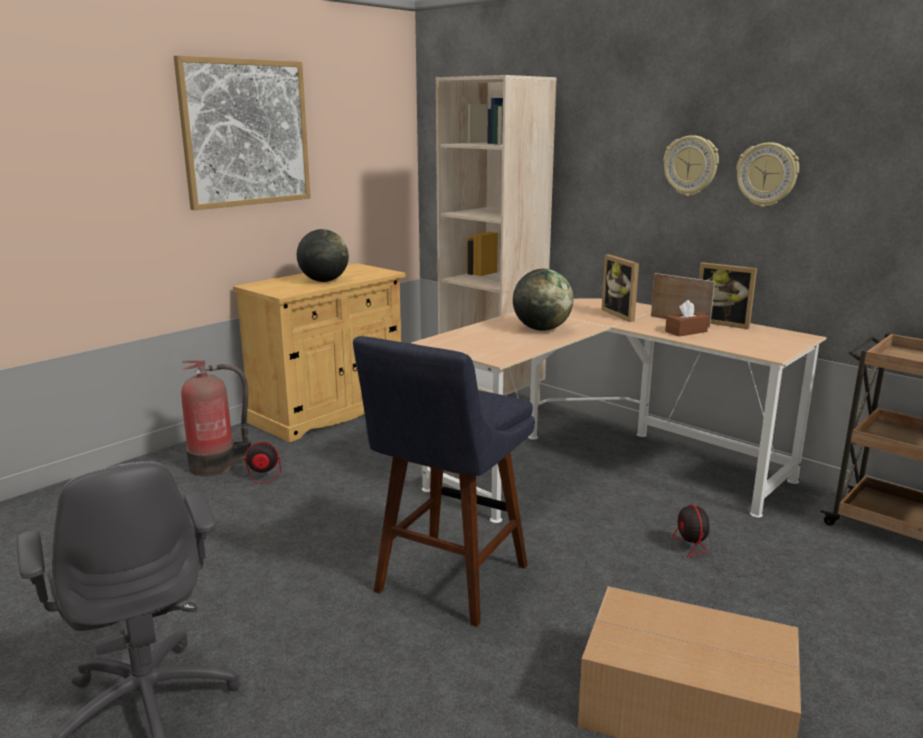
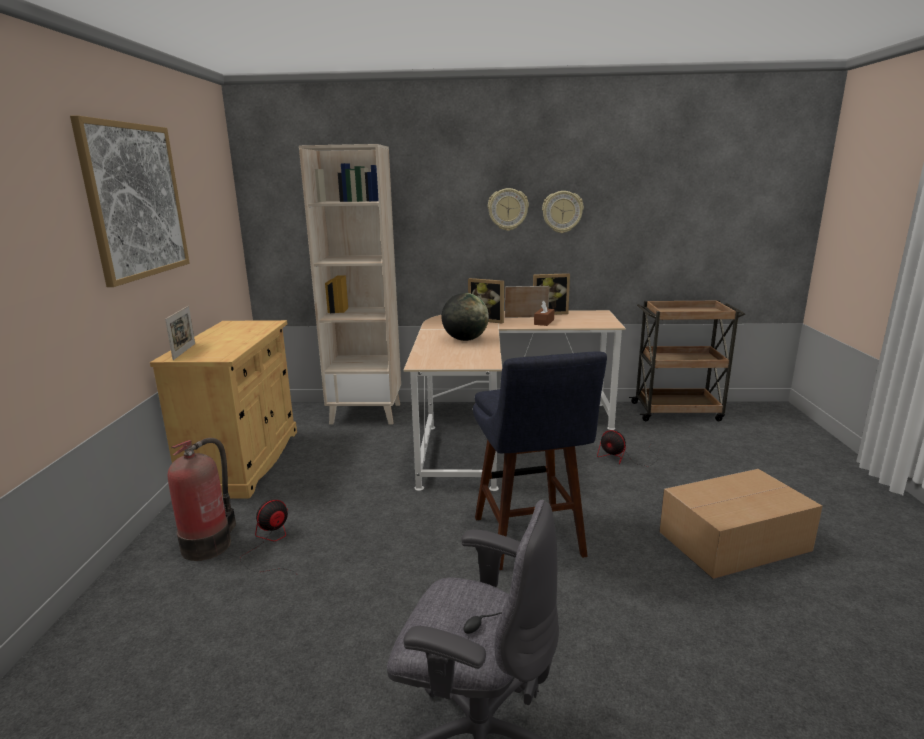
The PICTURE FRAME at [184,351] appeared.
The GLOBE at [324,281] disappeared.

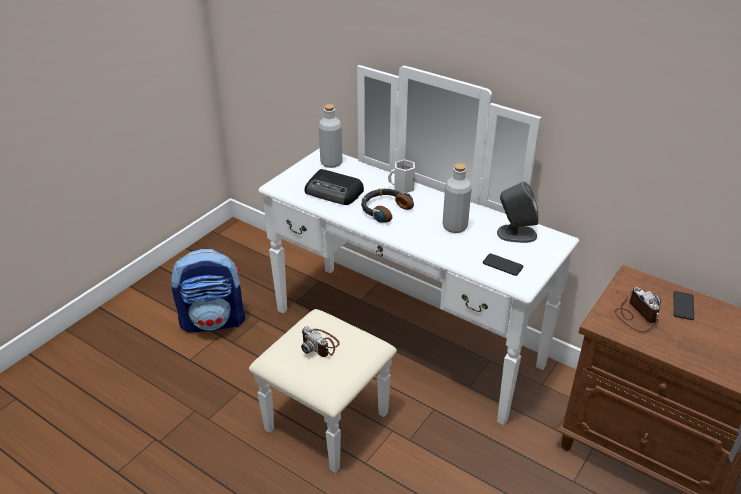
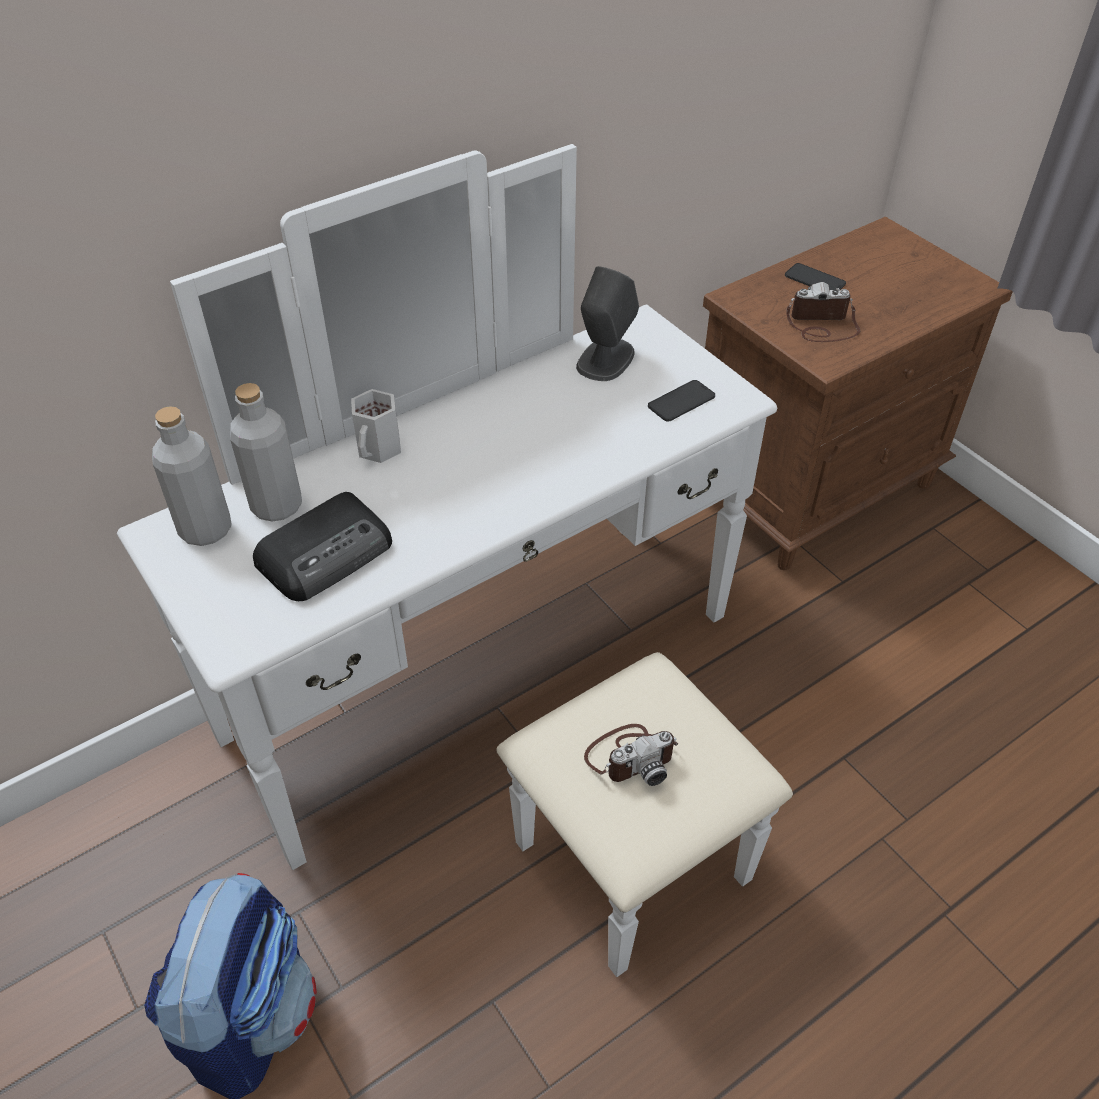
The GREY BOTTLE moved from [454,227] to [276,505].
The HEADPHONES at [385,209] disappeared.

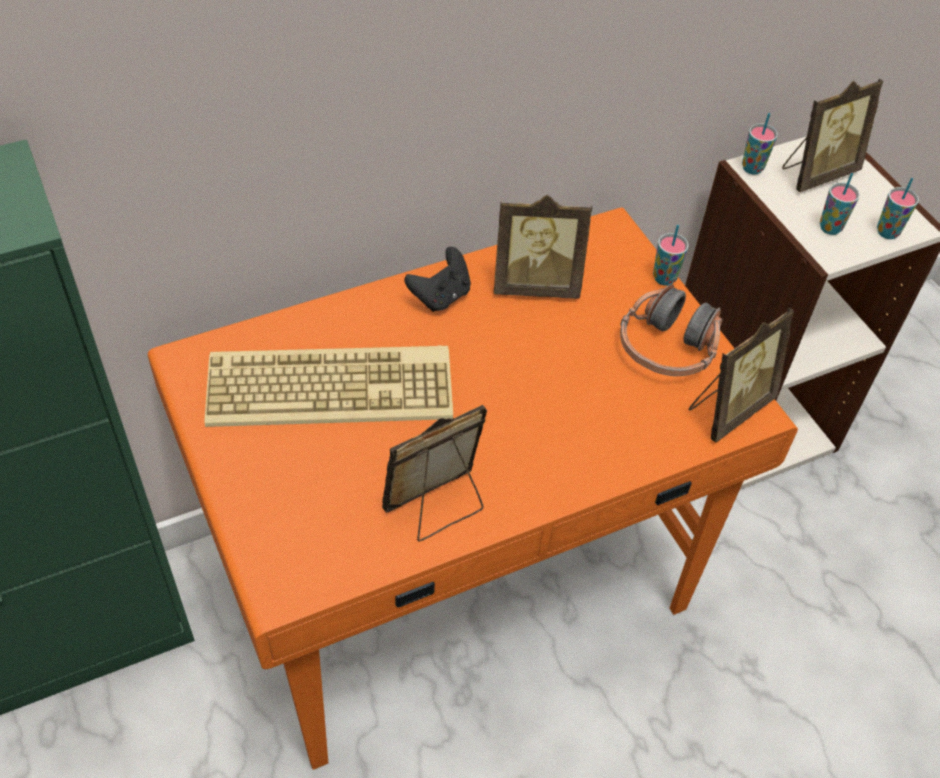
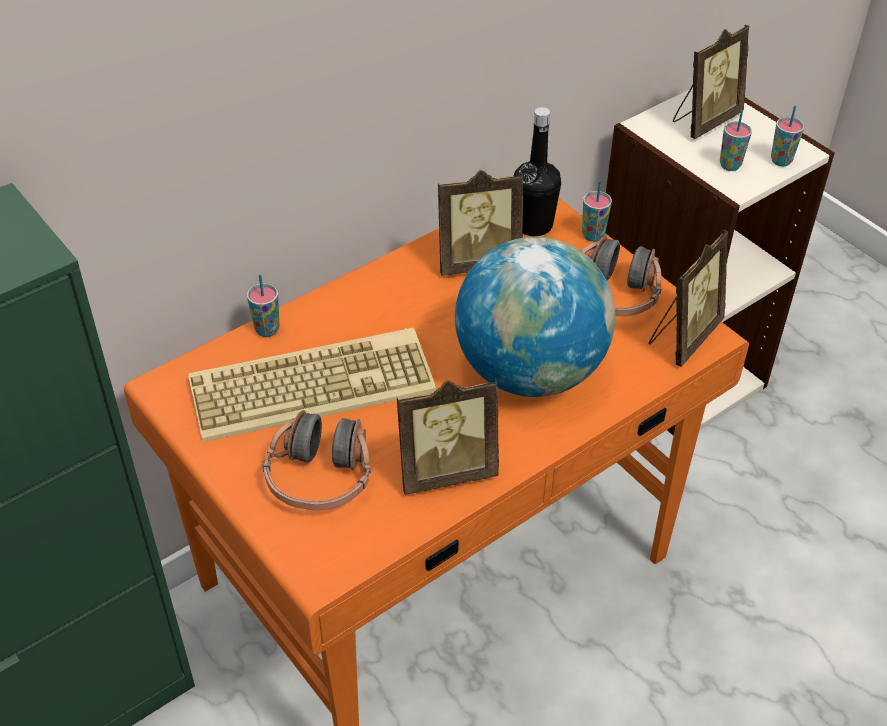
The CUP moved from [752,168] to [267,330].
The HEADPHONES at [320,477] appeared.
The PICTURE FRAME at [437,508] turned 150 degrees counterclockwise.
The GLOBE at [530,371] appeared.
The BLACK BOTTLE at [533,225] appeared.
The BLACK GAME CONTROLLER at [441,296] disappeared.

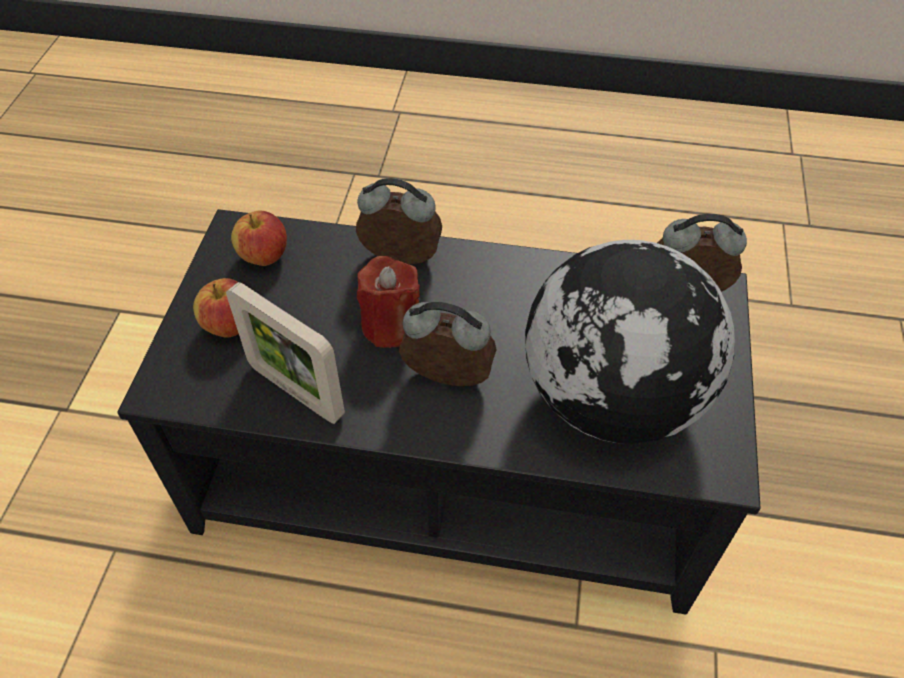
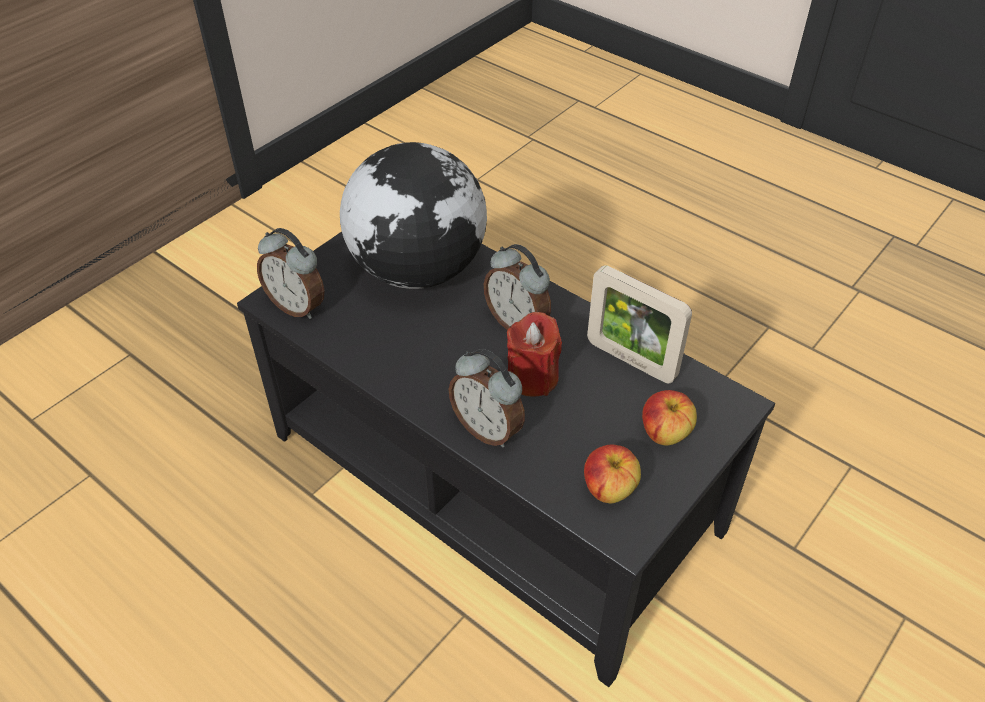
The PICTURE FRAME at [296,391] turned 150 degrees clockwise.

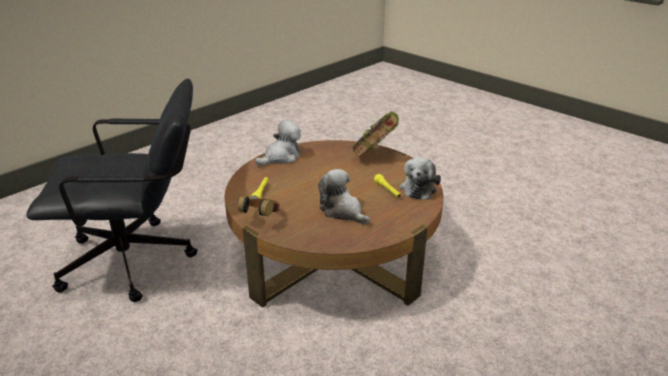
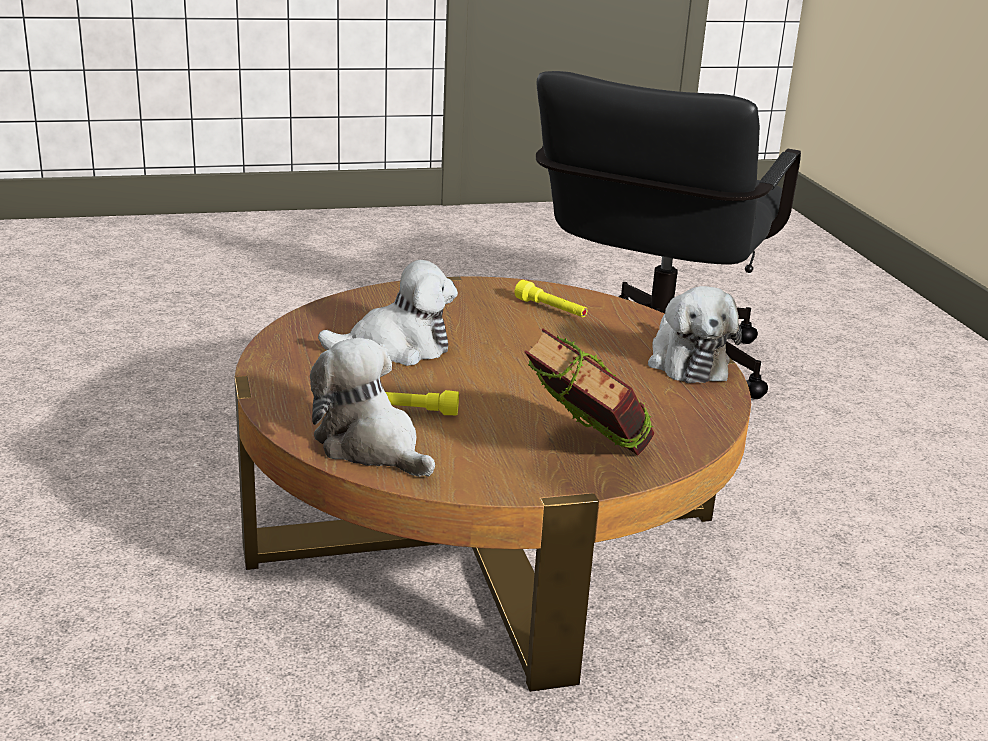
The HEADPHONES at [261,218] disappeared.

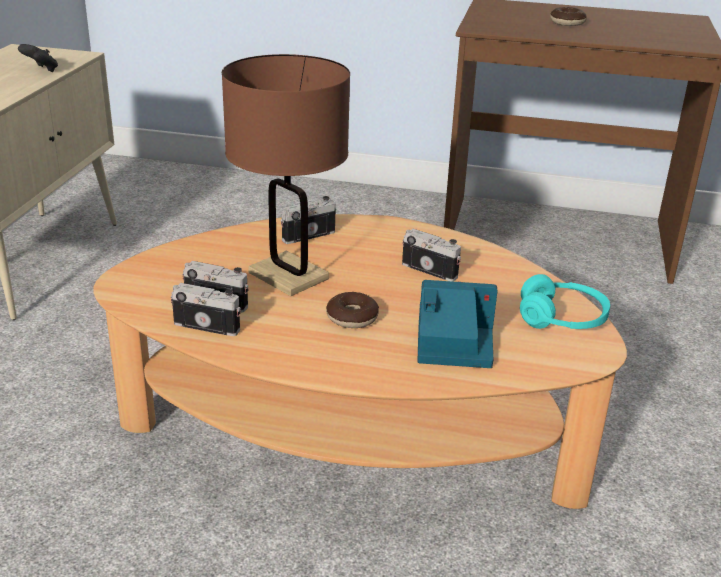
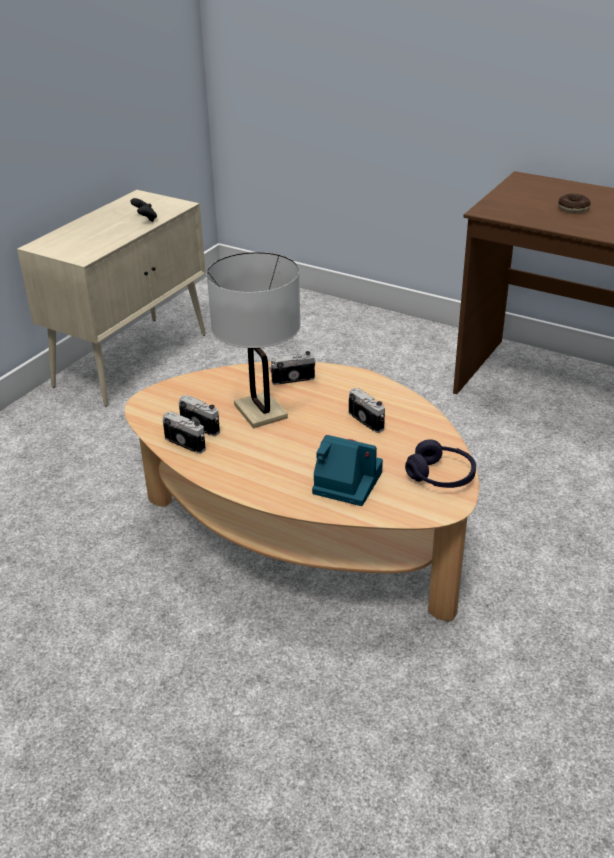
The BROWN TABLE LAMP at [288,276] became the WHITE TABLE LAMP at [260,411].
The TURQUOISE HEADPHONES at [562,319] became the PURPLE HEADPHONES at [441,476].
The DONUT at [352,318] disappeared.

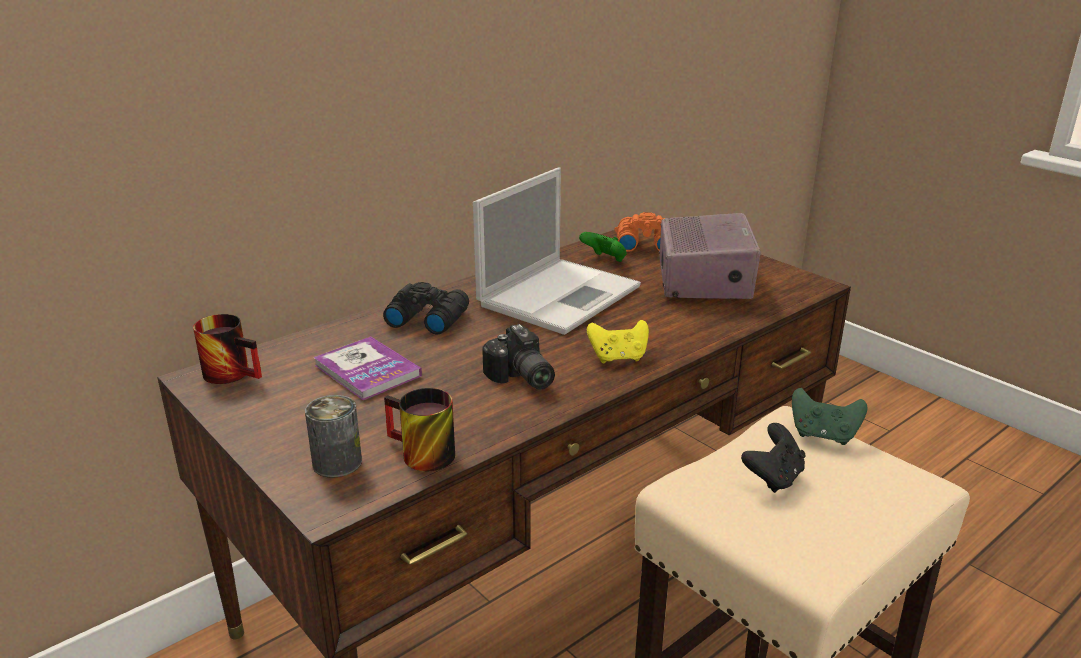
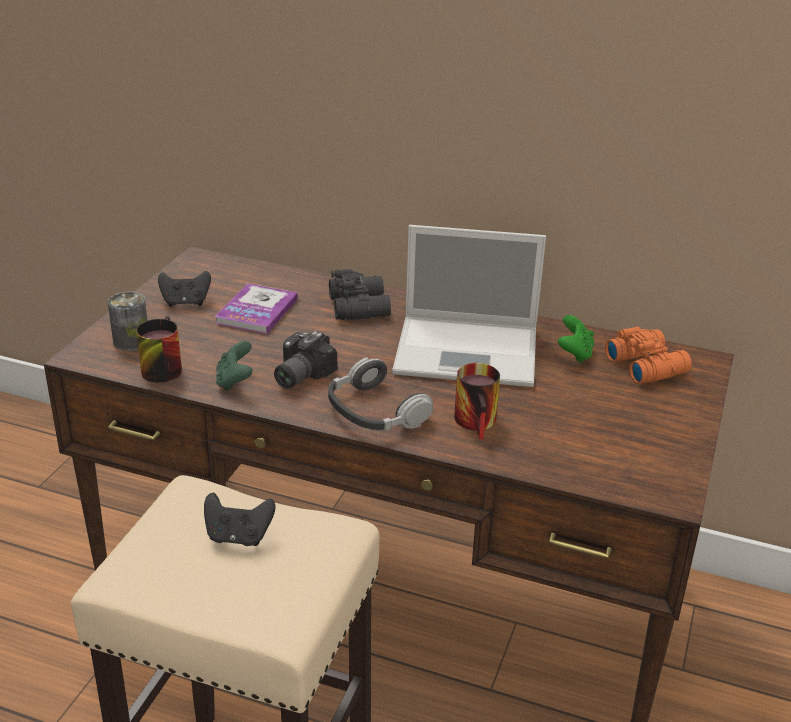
The BLACK GAME CONTROLLER at [185,302] appeared.
The GREEN GAME CONTROLLER moved from [823,435] to [234,381].
The YELLOW GAME CONTROLLER at [618,358] was replaced by the HEADPHONES at [375,411].
The MUG moved from [235,372] to [480,422].
The RADIO at [704,280] disappeared.

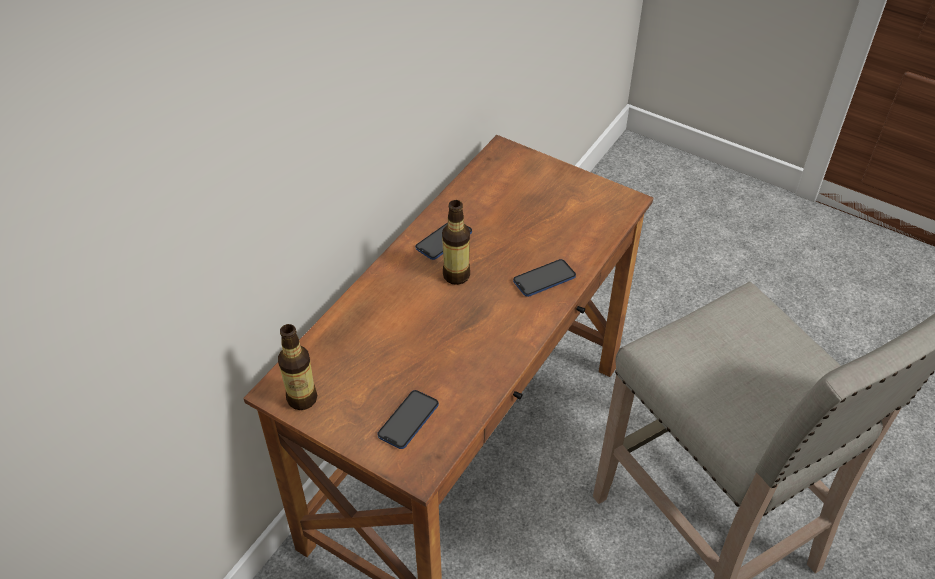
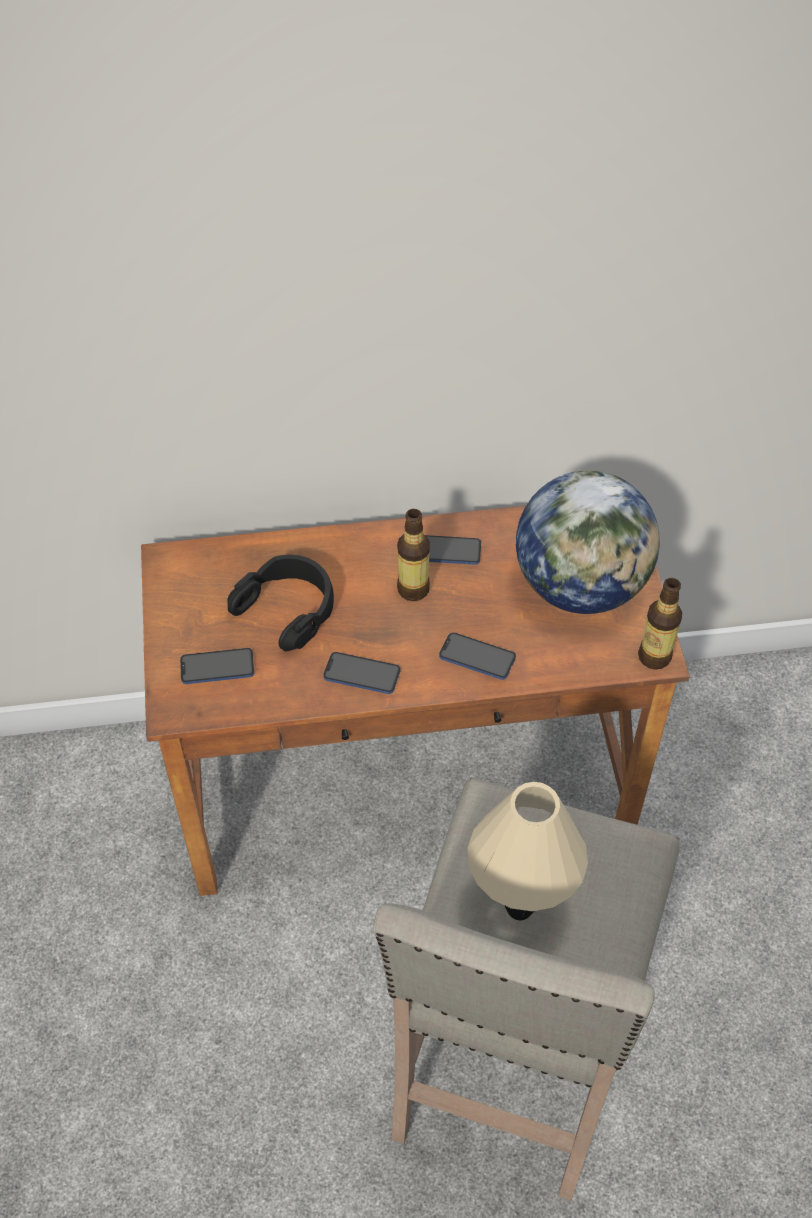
The BLACK HEADPHONES at [288,608] appeared.
The PHONE at [362,674] appeared.
The BEIGE TABLE LAMP at [518,907] appeared.
The GLOBE at [580,586] appeared.
The BOTTLE moved from [302,398] to [654,657].

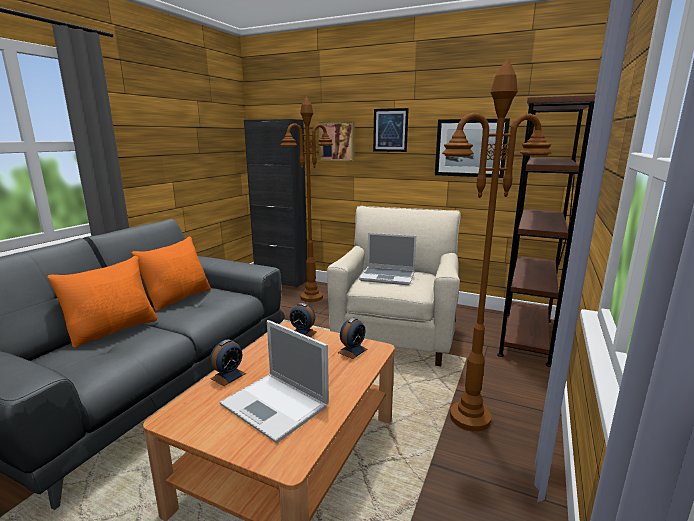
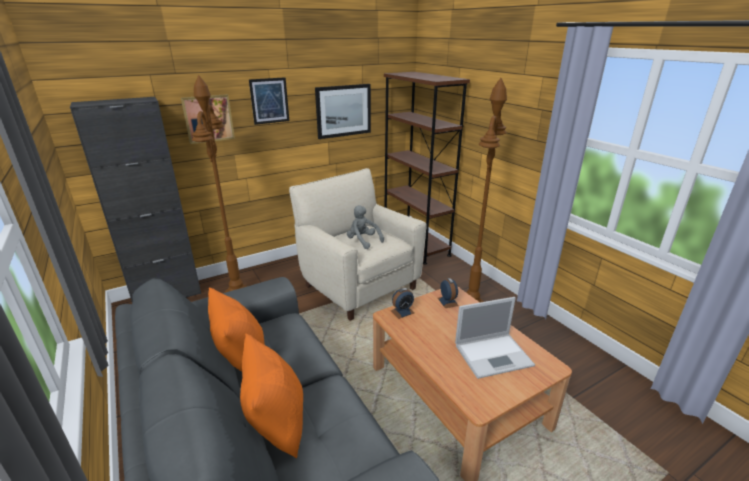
The LAPTOP at [388,277] was replaced by the GREY PLUSH TOY at [363,241].
The ALARM CLOCK at [228,376] disappeared.

